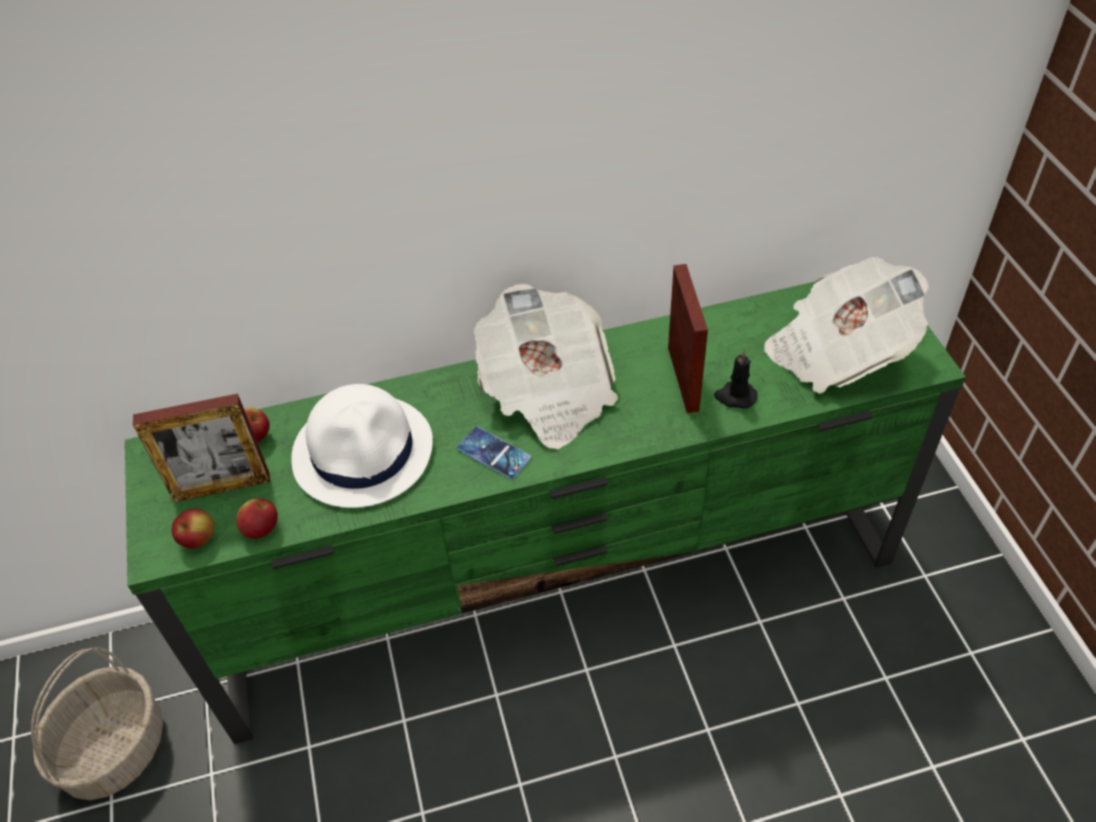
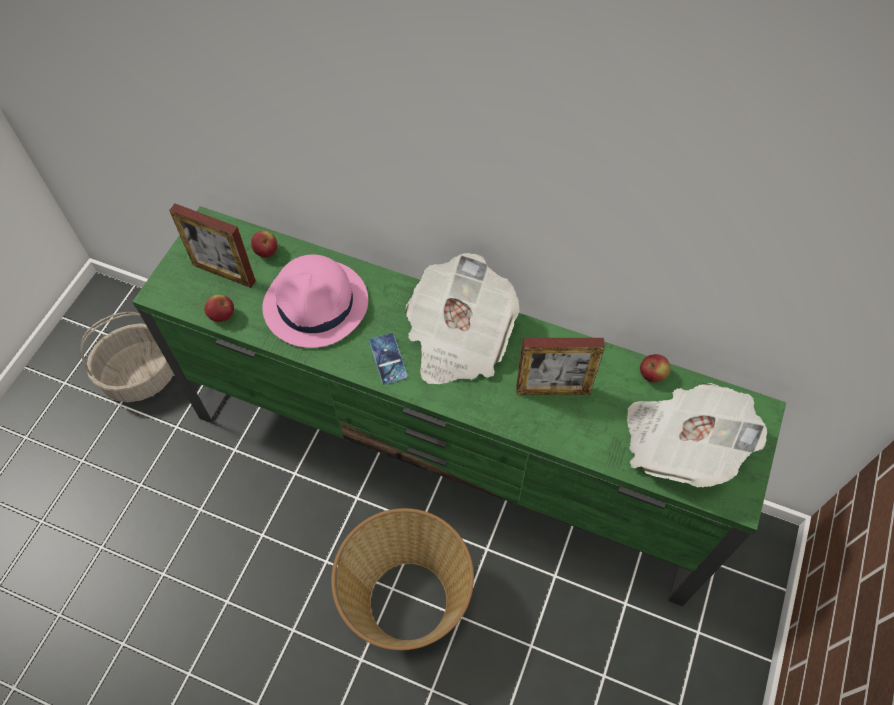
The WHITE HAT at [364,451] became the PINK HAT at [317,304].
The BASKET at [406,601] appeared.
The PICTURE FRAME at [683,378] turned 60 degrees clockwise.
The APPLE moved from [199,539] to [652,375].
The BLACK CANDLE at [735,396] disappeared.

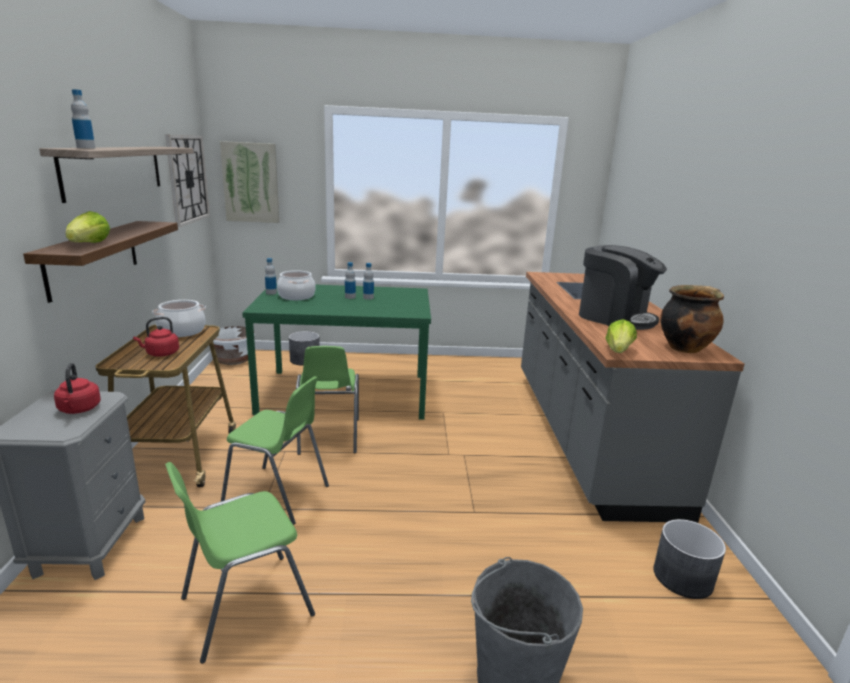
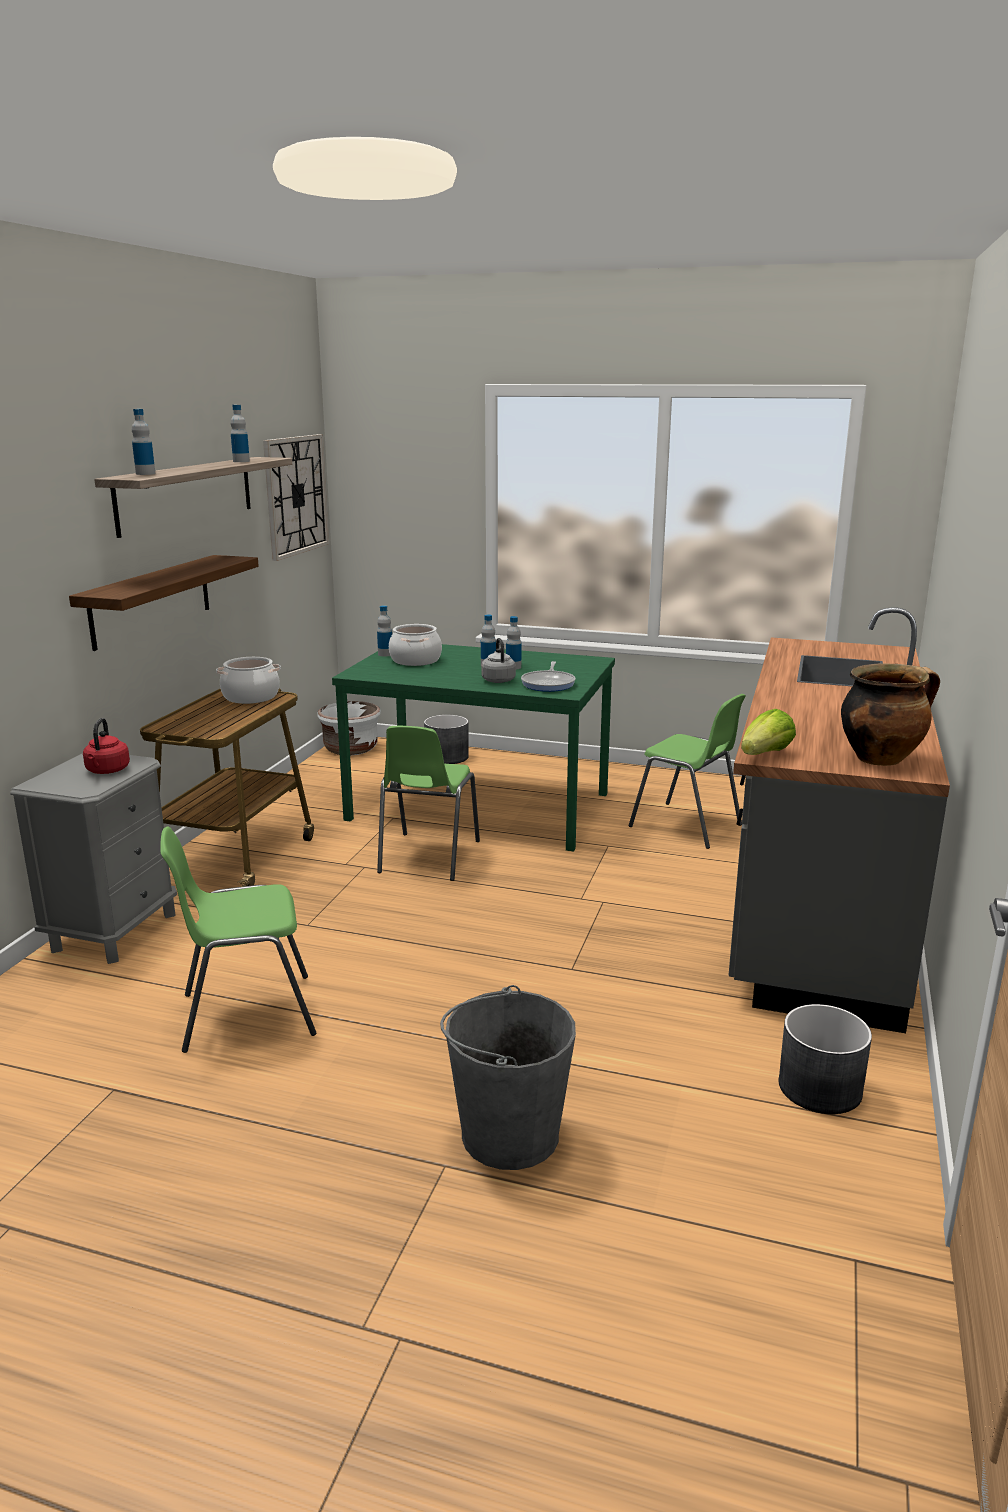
The BOTTLE at [241,461] appeared.
The GREY KETTLE at [498,680] appeared.
The FRYING PAN at [549,684] appeared.
The GREEN CHAIR moved from [277,495] to [686,826].
The LETTUCE at [89,244] disappeared.
The RED KETTLE at [161,354] disappeared.
The PICTURE at [251,182] disappeared.
The COFFEE MACHINE at [614,317] disappeared.

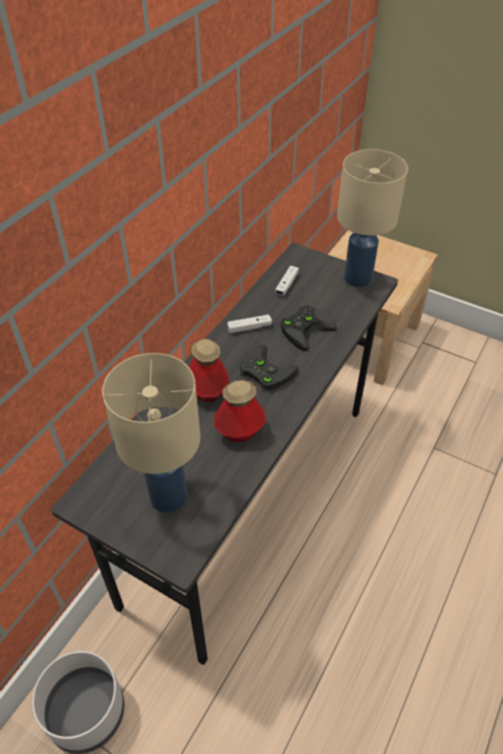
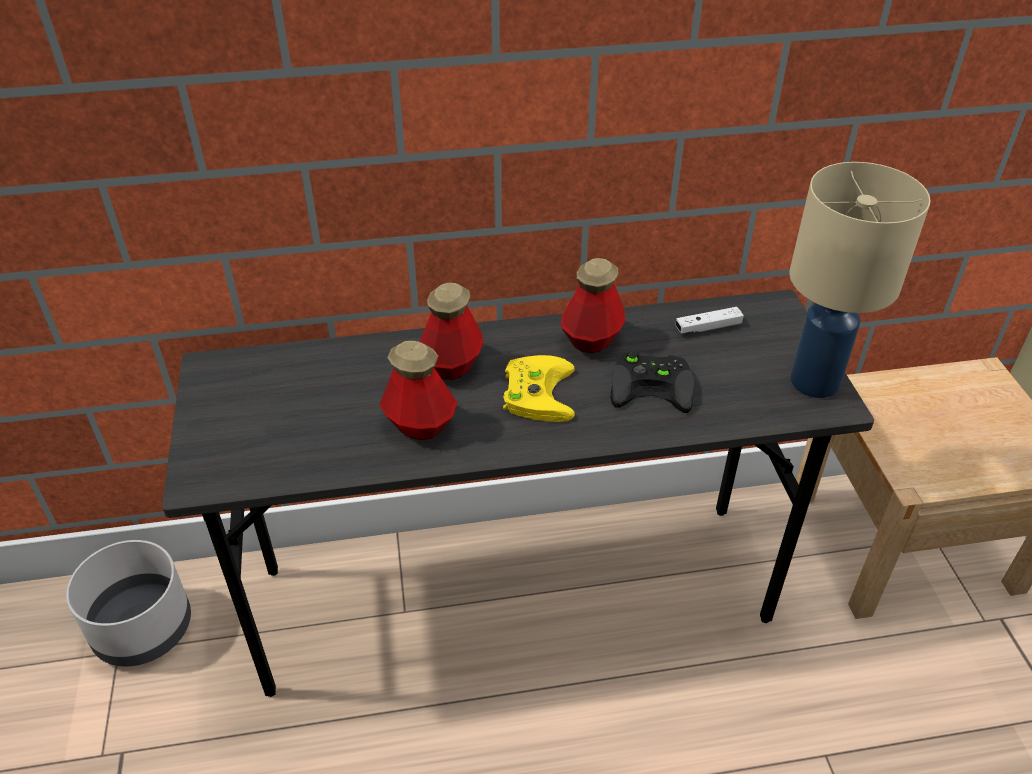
The BLACK GAME CONTROLLER at [264,371] became the YELLOW GAME CONTROLLER at [535,391].
The WHITE GAME CONTROLLER at [249,327] was replaced by the BOTTLE at [591,339].
The BEIGE TABLE LAMP at [167,497] disappeared.

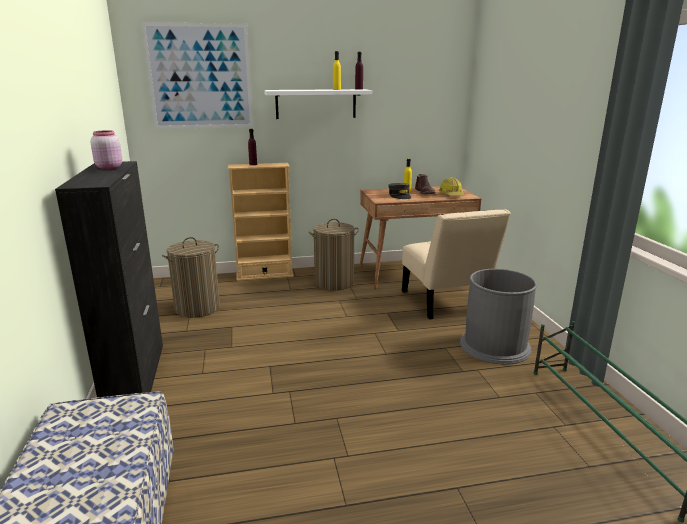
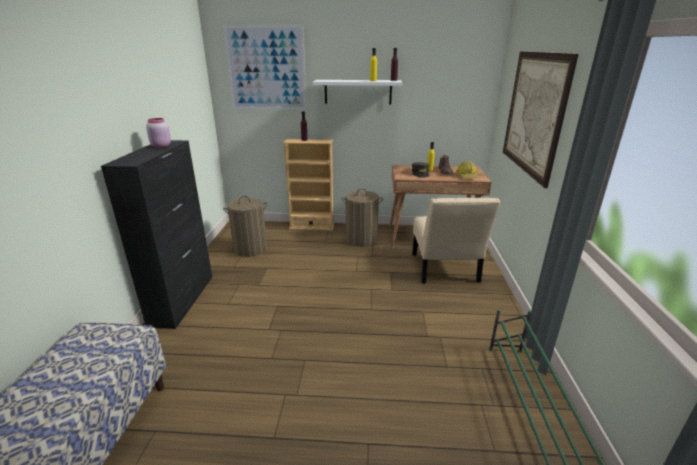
The PICTURE at [534,113] appeared.
The GREY TRASH CAN at [494,346] disappeared.

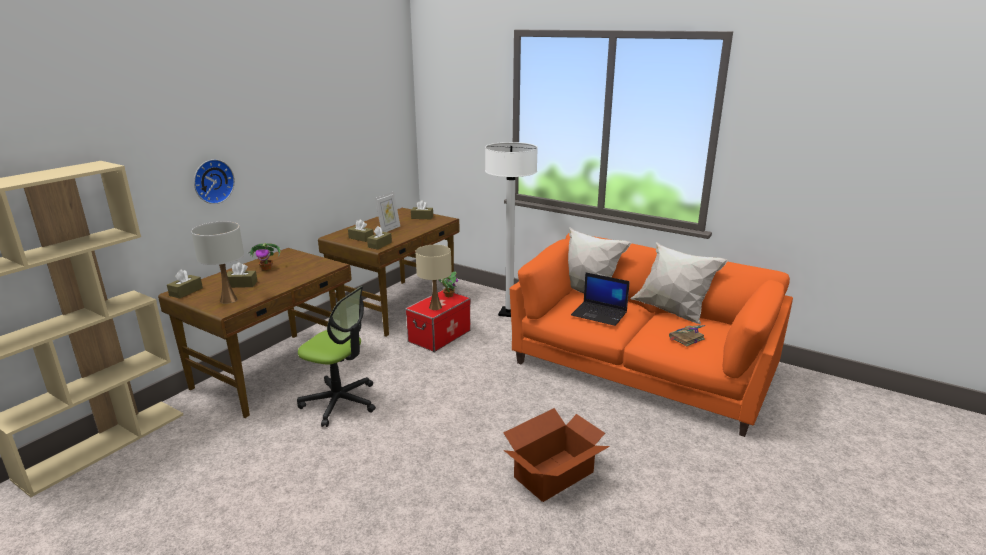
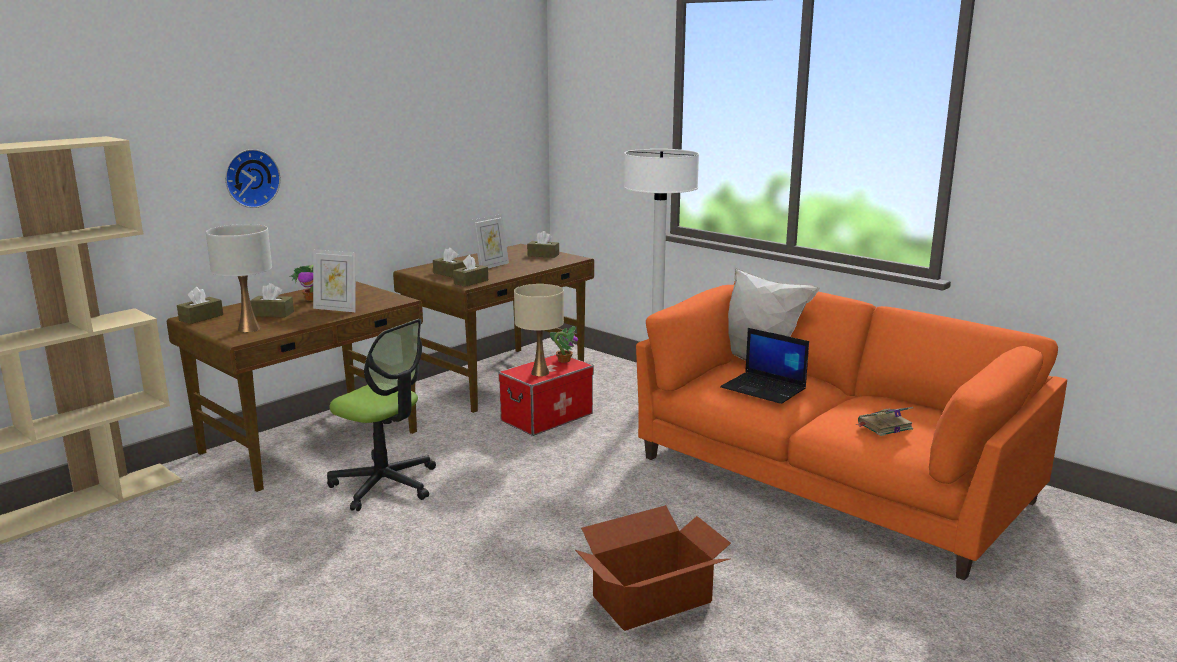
The PICTURE FRAME at [336,309] appeared.
The WHITE PILLOW at [672,312] disappeared.

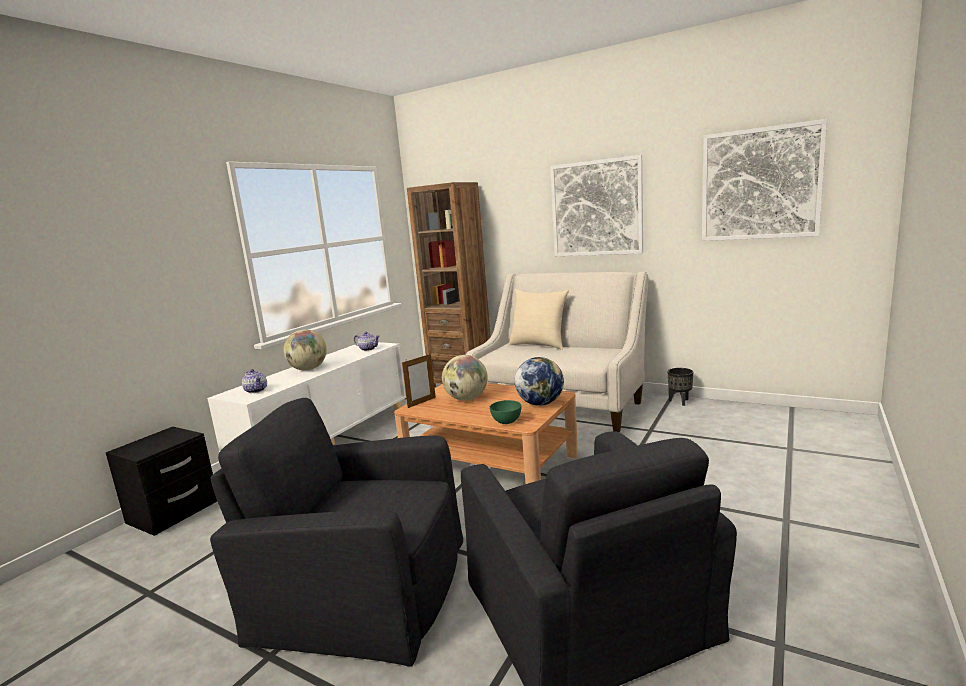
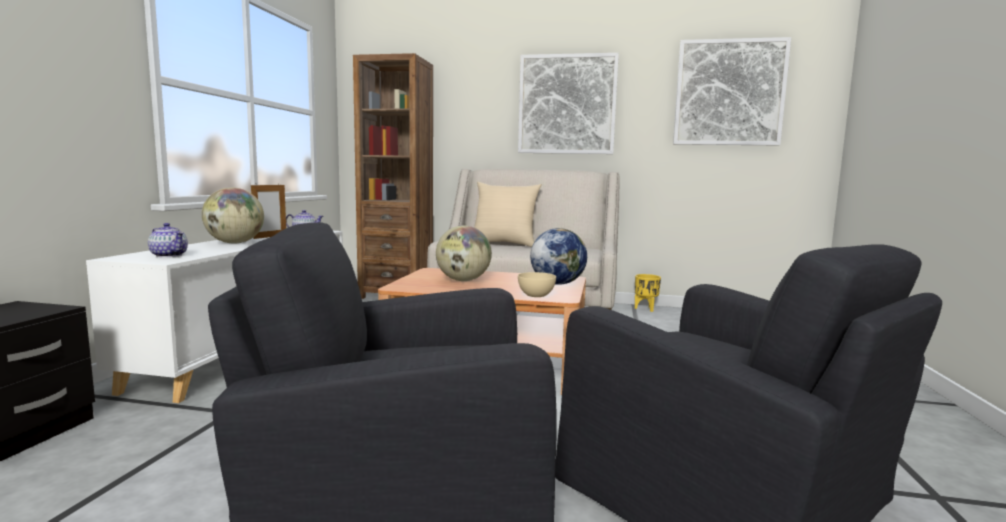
The PICTURE FRAME moved from [421,402] to [270,237].
The GREEN BOWL at [506,422] became the BEIGE BOWL at [536,296].
The BLACK PLANTER at [680,402] became the YELLOW PLANTER at [646,309].

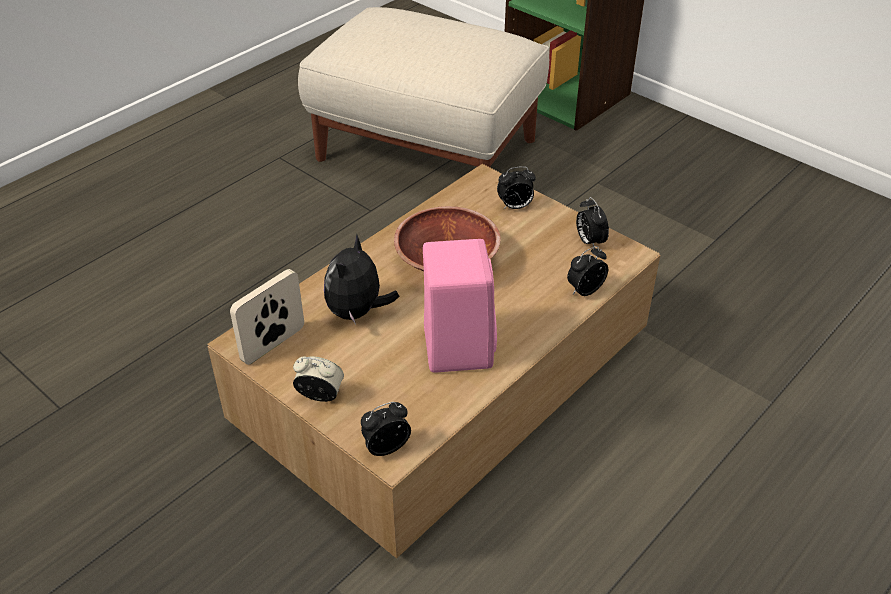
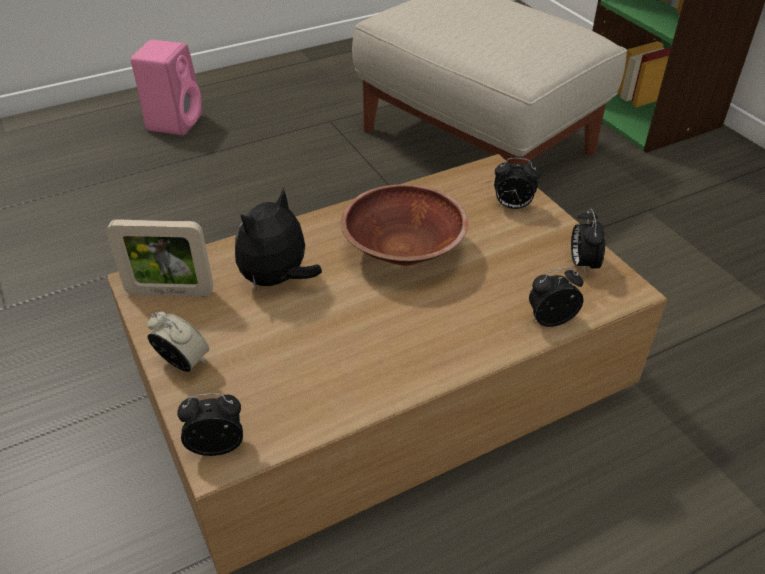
The PICTURE FRAME at [273,344] turned 150 degrees counterclockwise.
The PINK SPEAKER moved from [456,345] to [175,121].

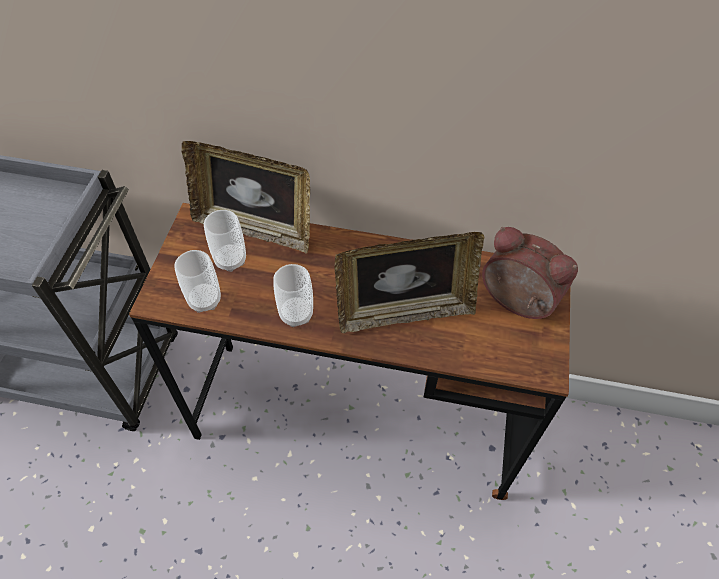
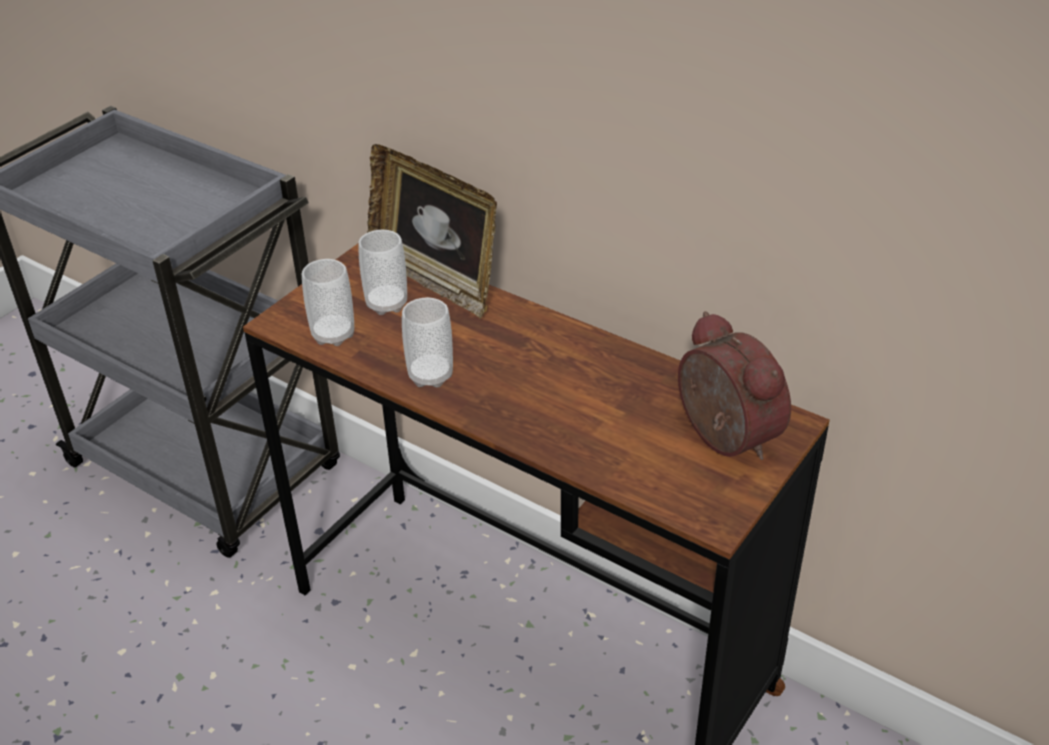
The PICTURE FRAME at [404,312] disappeared.

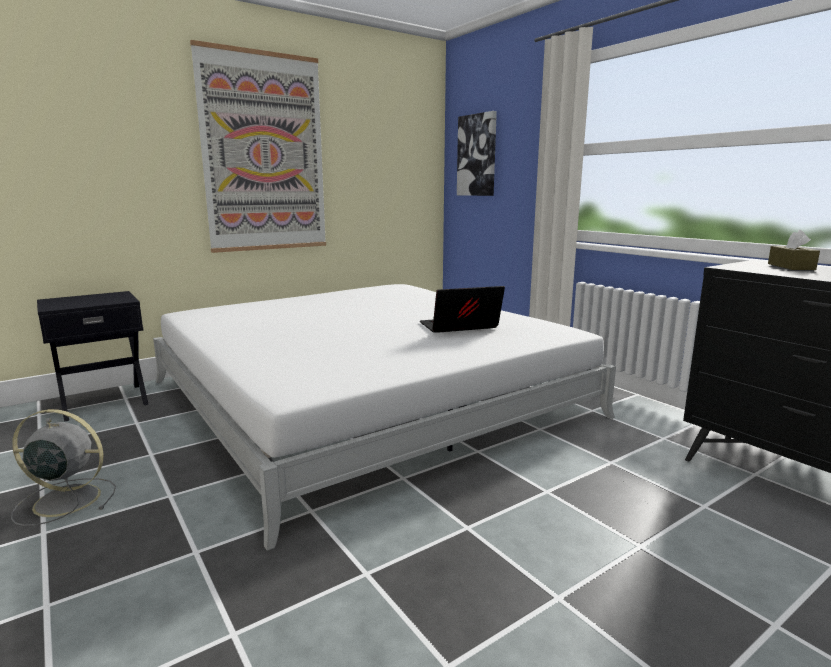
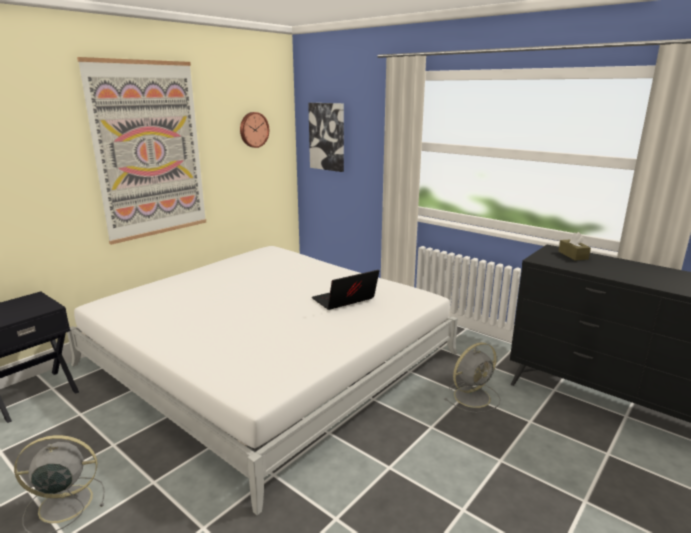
The WALL CLOCK at [253,129] appeared.
The GREY FAN at [473,396] appeared.

